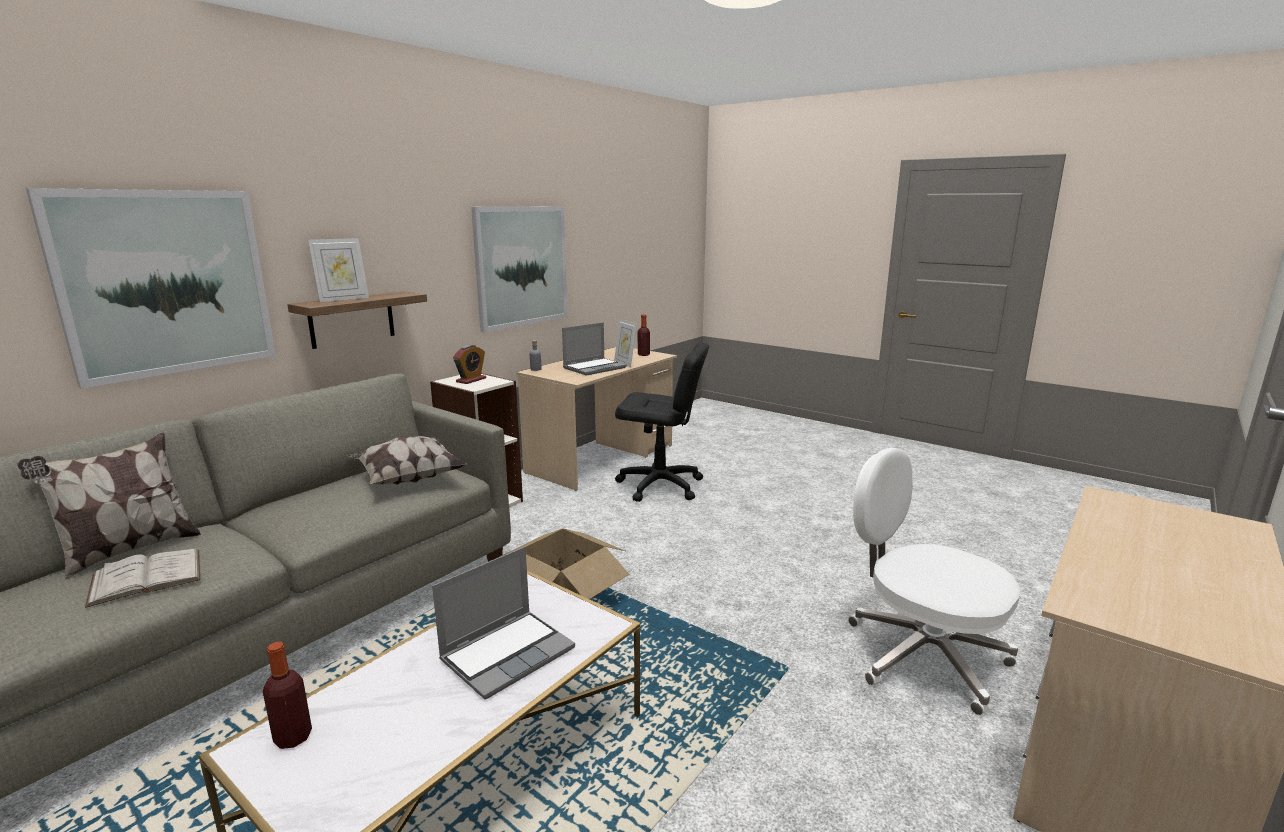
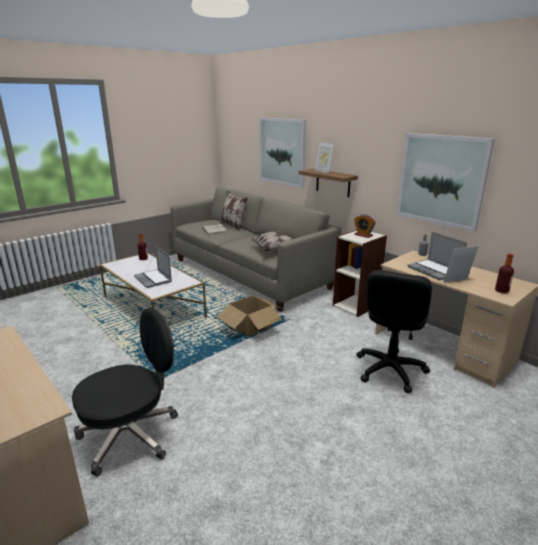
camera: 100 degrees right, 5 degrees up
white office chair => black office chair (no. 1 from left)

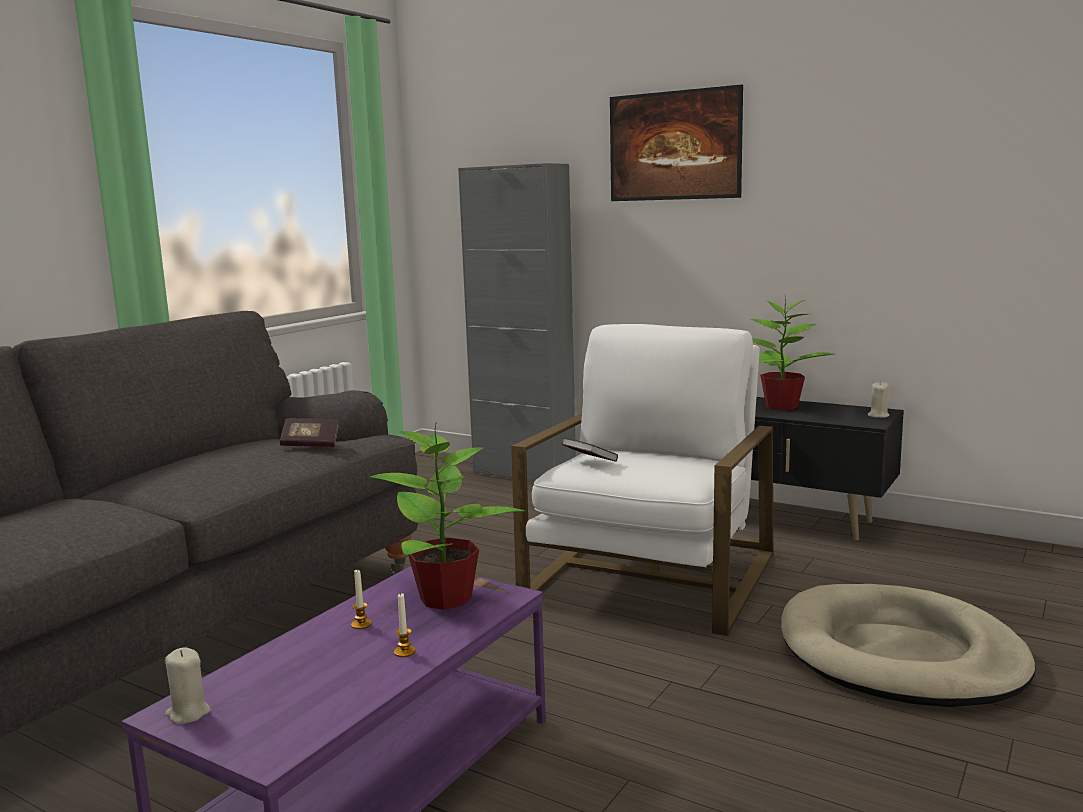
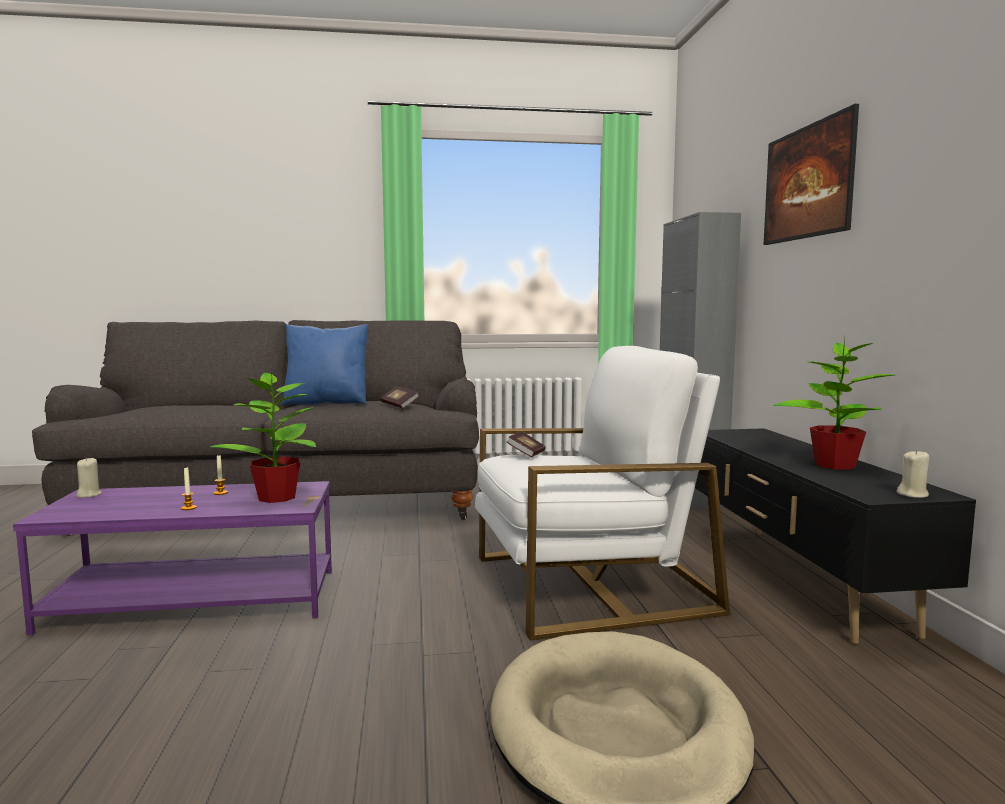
camera: 50 degrees right, 5 degrees down
nothing => blue pillow

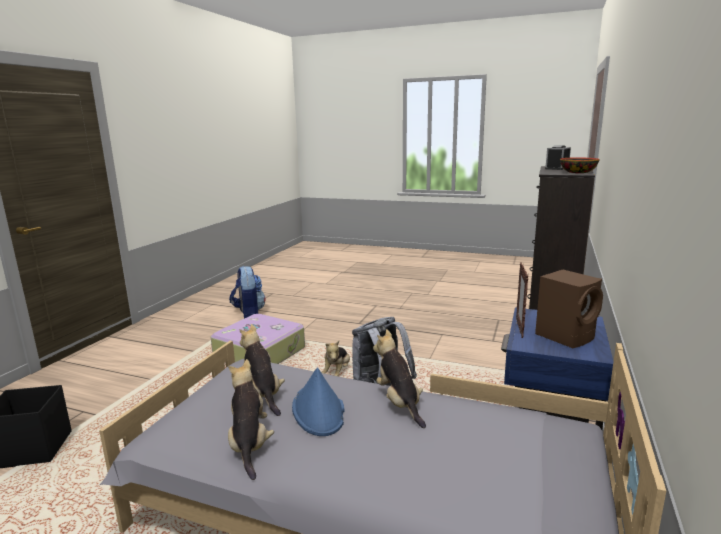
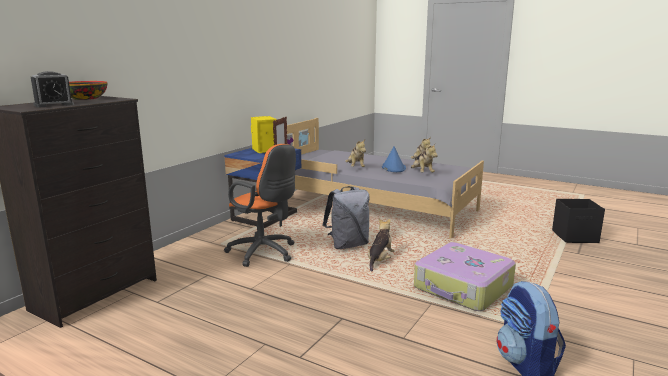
camera: 170 degrees left, 0 degrees up
brown speaker => yellow speaker
nothing => orange office chair

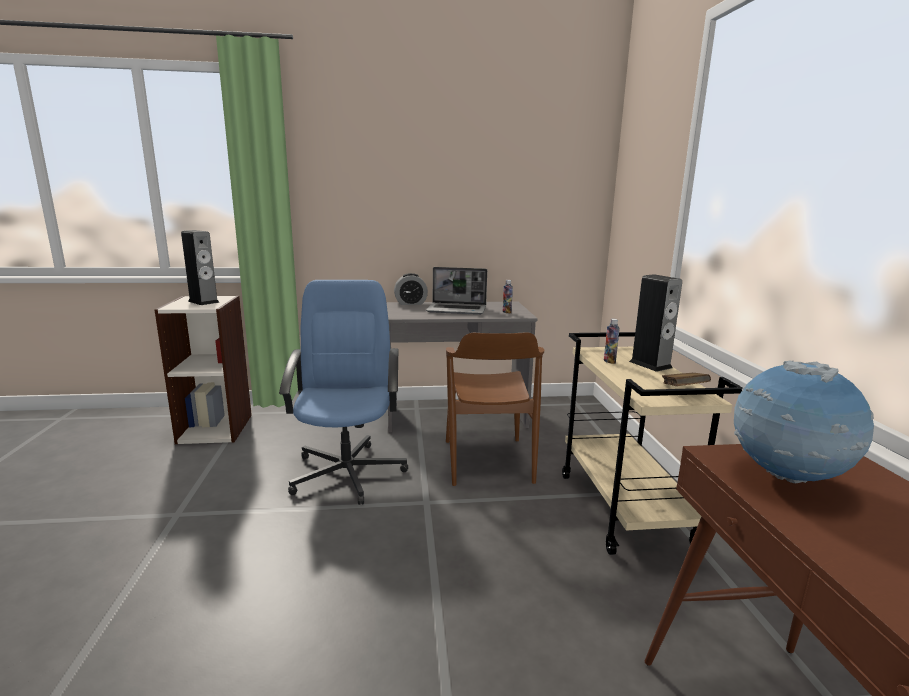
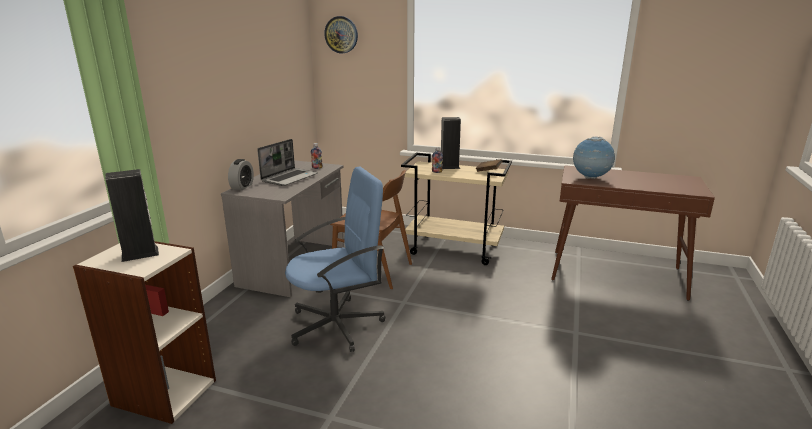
camera: 65 degrees left, 5 degrees up
blue office chair, 135 degrees clockwise
nothing => wall clock

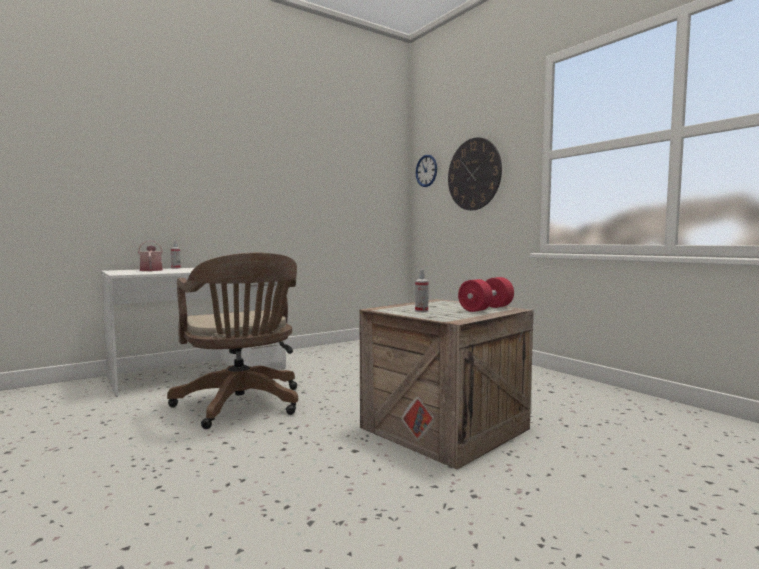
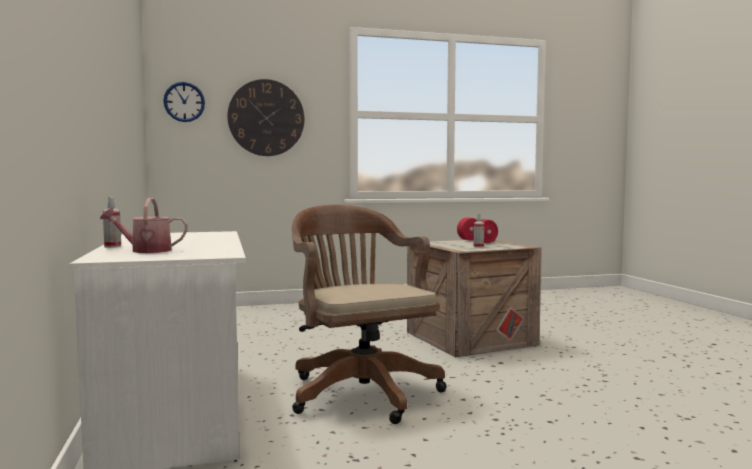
camera: 70 degrees left, 0 degrees up
brown office chair, 105 degrees counterclockwise

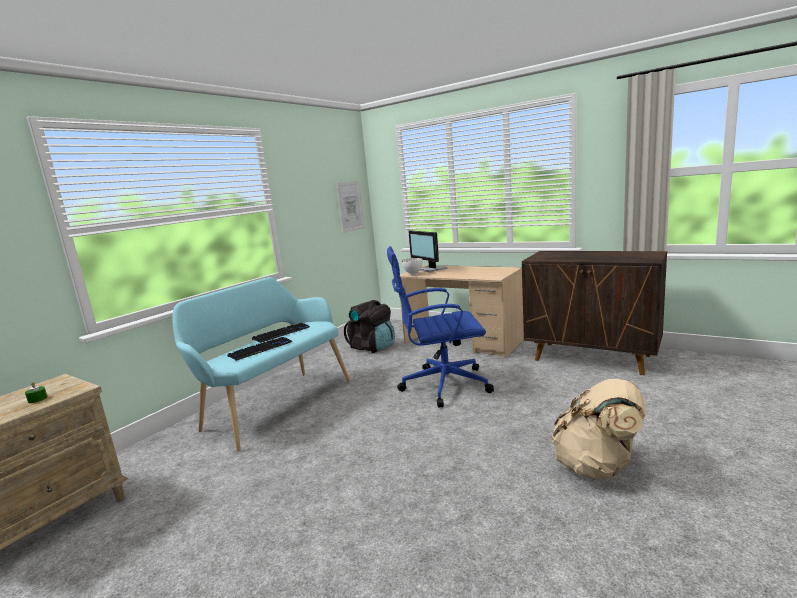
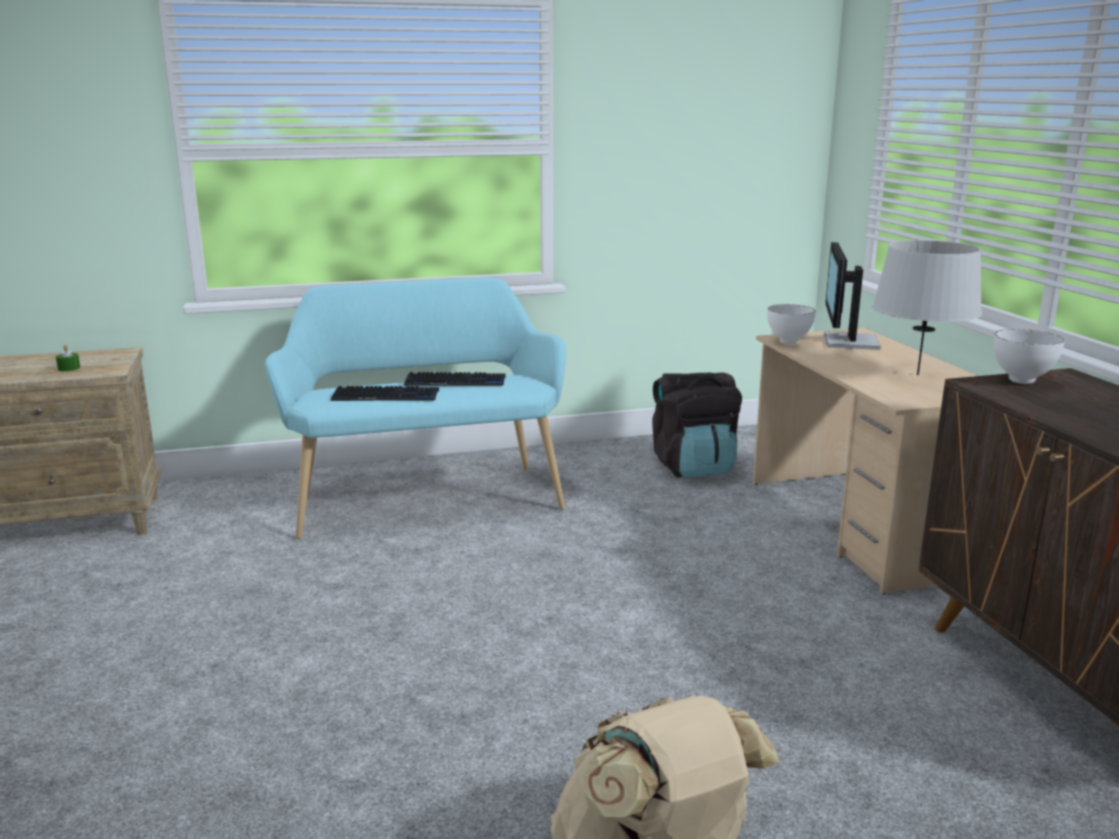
camera: 40 degrees right, 5 degrees up
picture => nothing
blue office chair => nothing
nothing => grey table lamp
nothing => white bowl (no. 2 from left)

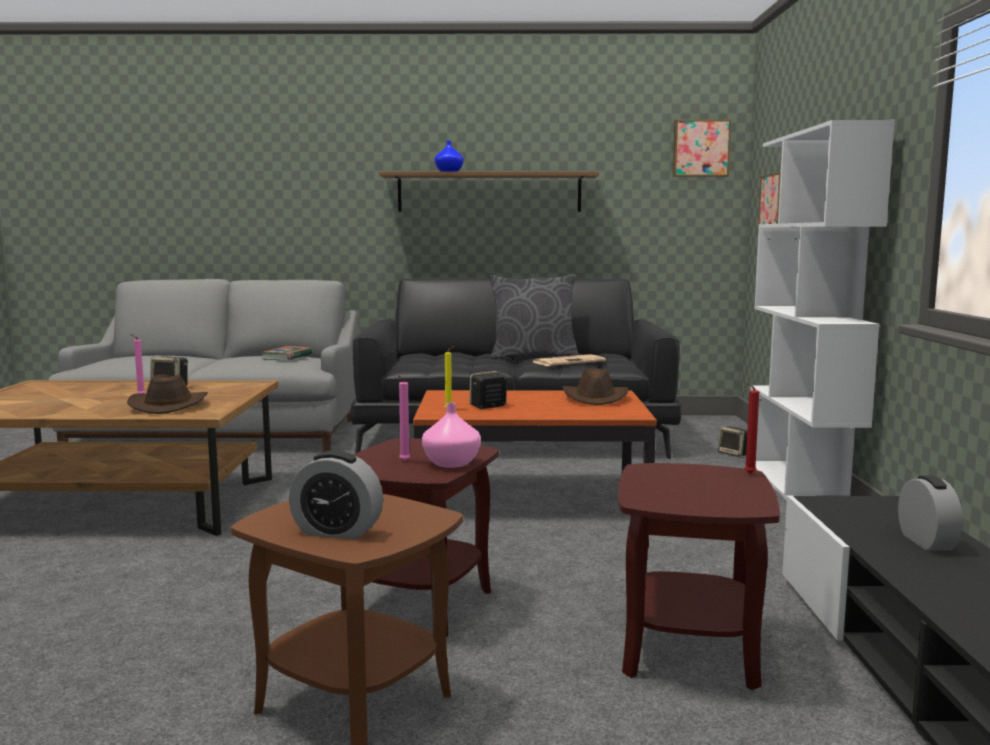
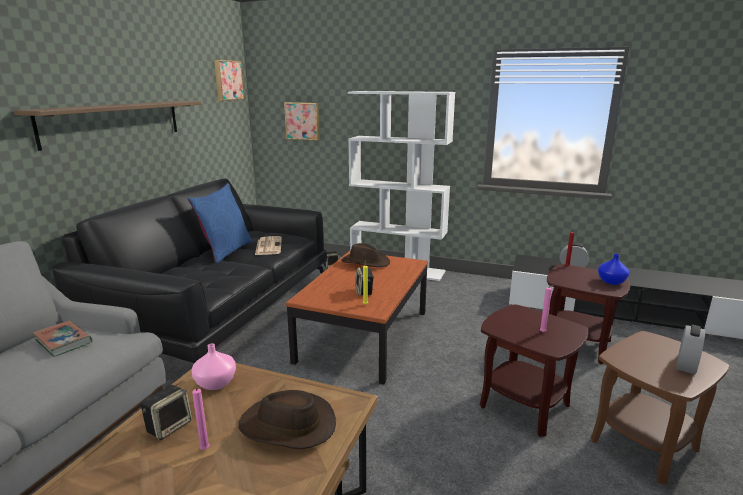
camera: 70 degrees left, 10 degrees up
blue vase, relocated
grey pillow => blue pillow
pink vase, relocated

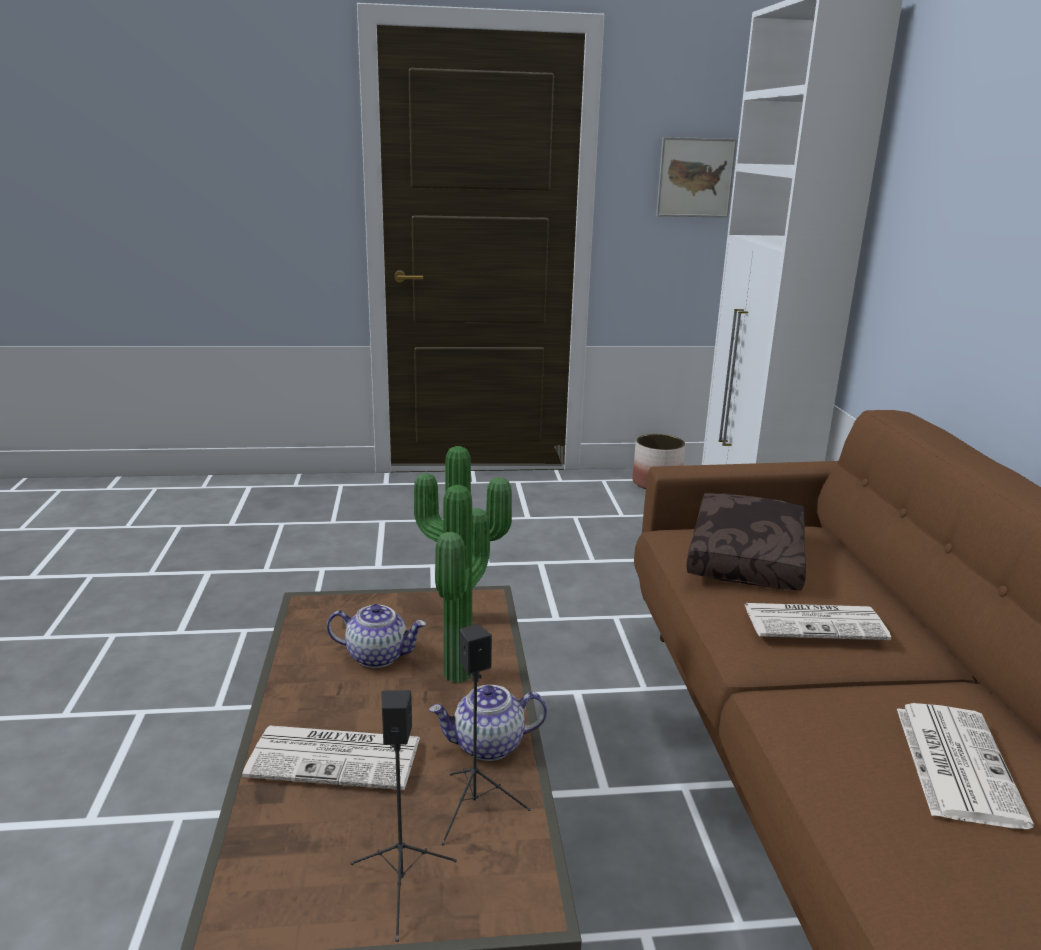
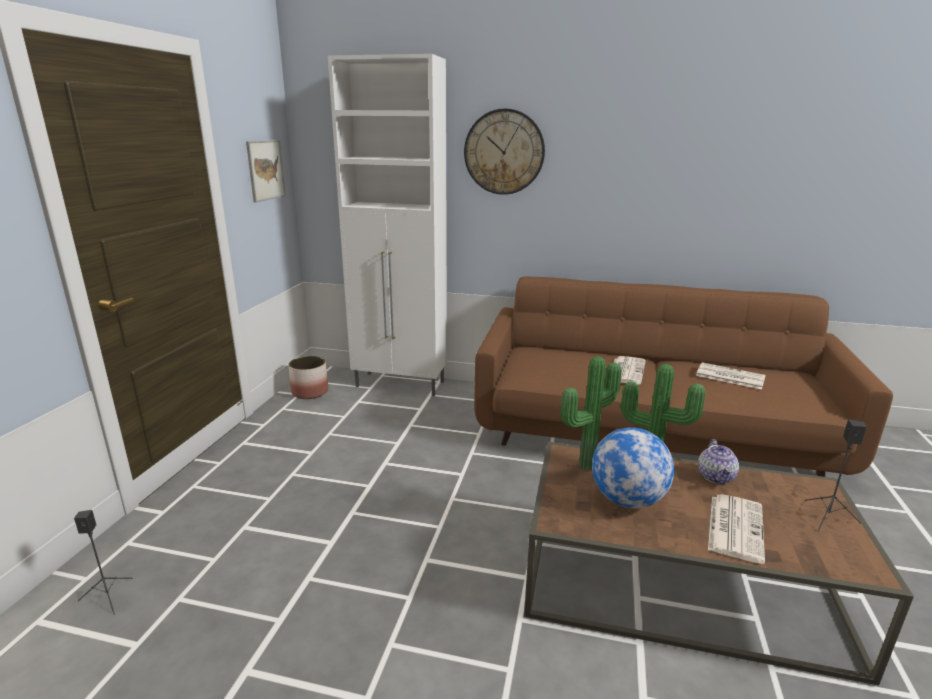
camera: 70 degrees left, 0 degrees up
brown pillow => nothing
teapot (no. 1 from left) => globe
black speaker (no. 2 from left in the first image) => black speaker (no. 1 from left), relocated
nothing => wall clock

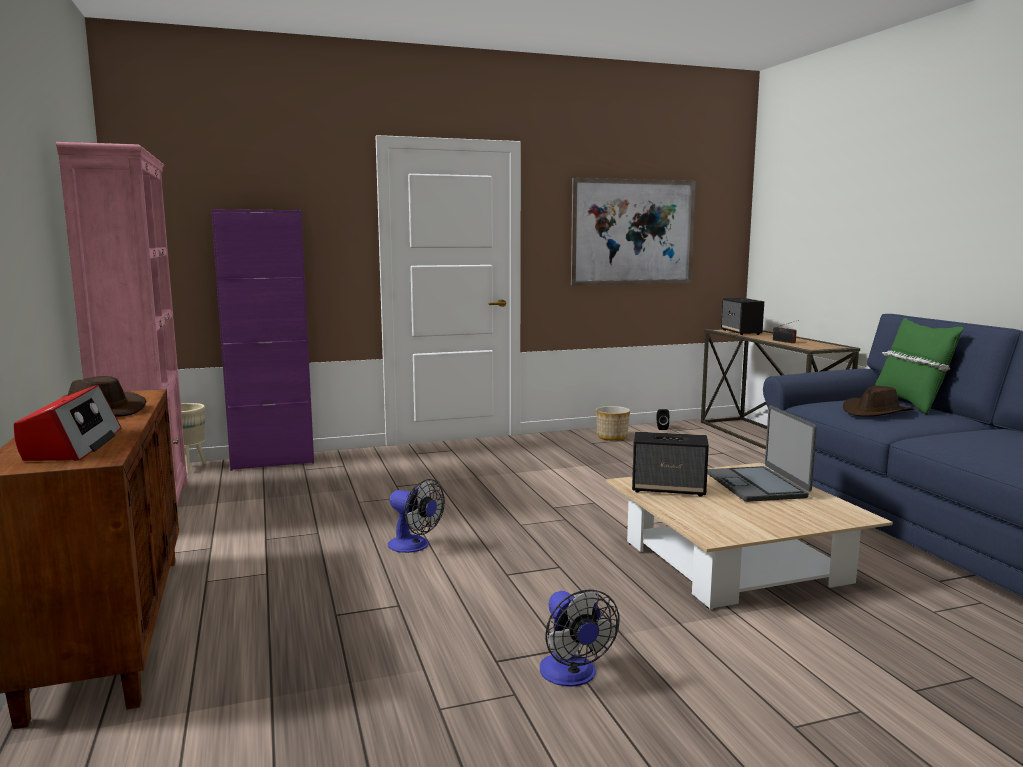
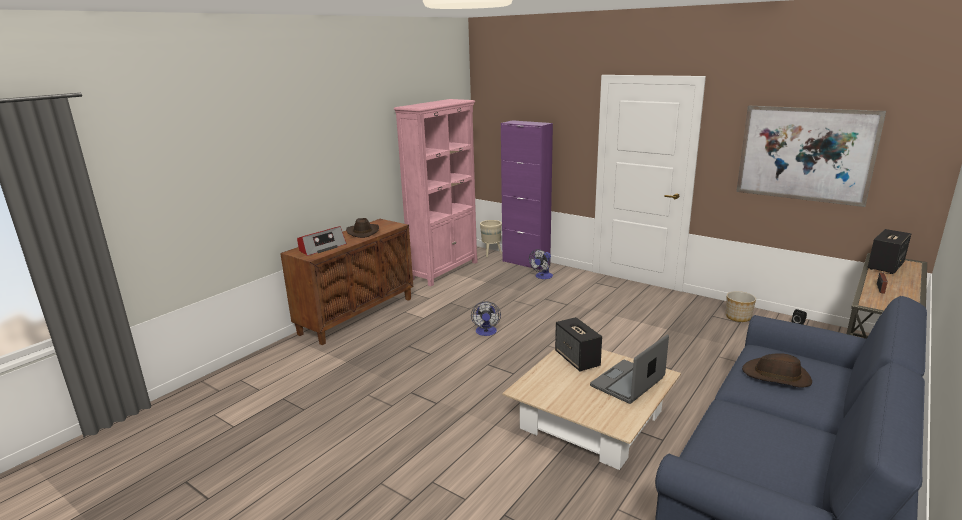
camera: 55 degrees right, 10 degrees up
green pillow => nothing
fan (no. 2 from left), relocated

